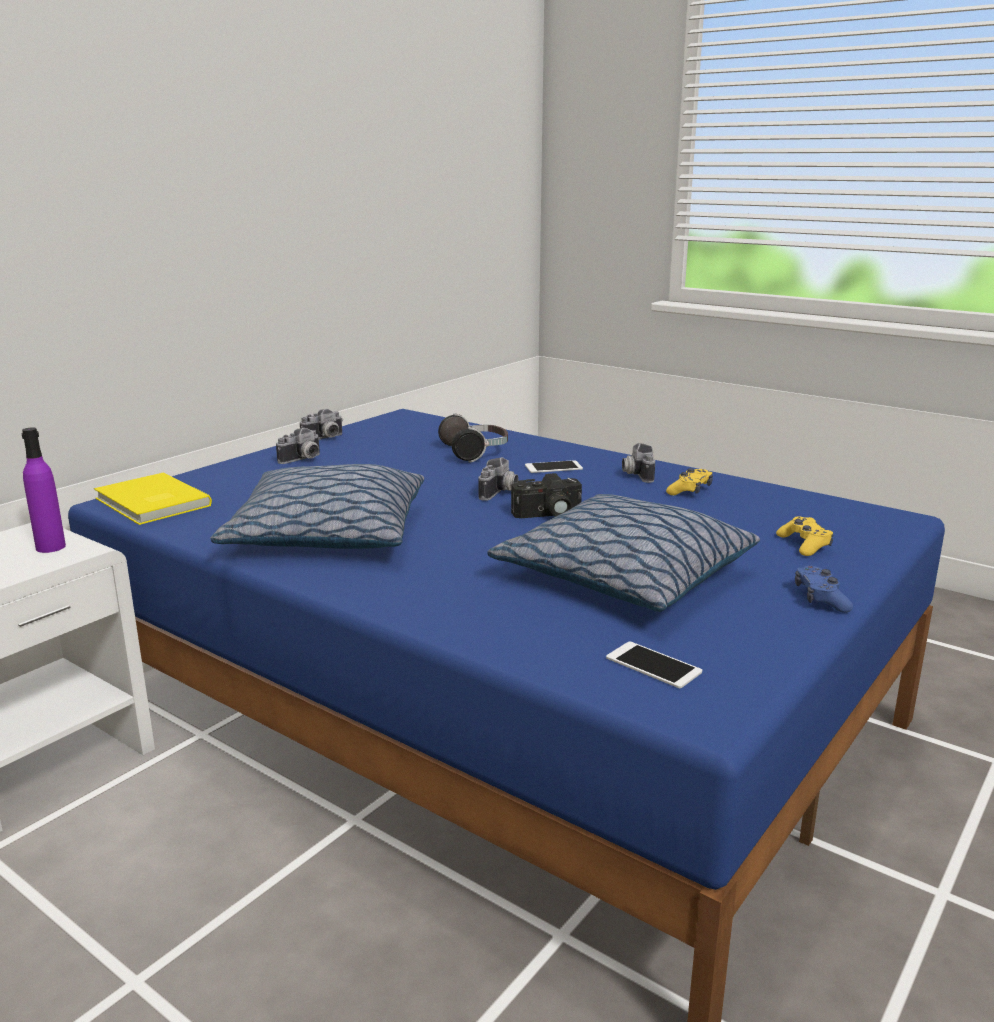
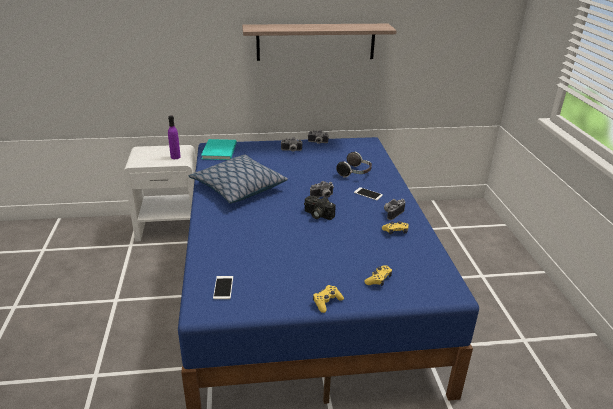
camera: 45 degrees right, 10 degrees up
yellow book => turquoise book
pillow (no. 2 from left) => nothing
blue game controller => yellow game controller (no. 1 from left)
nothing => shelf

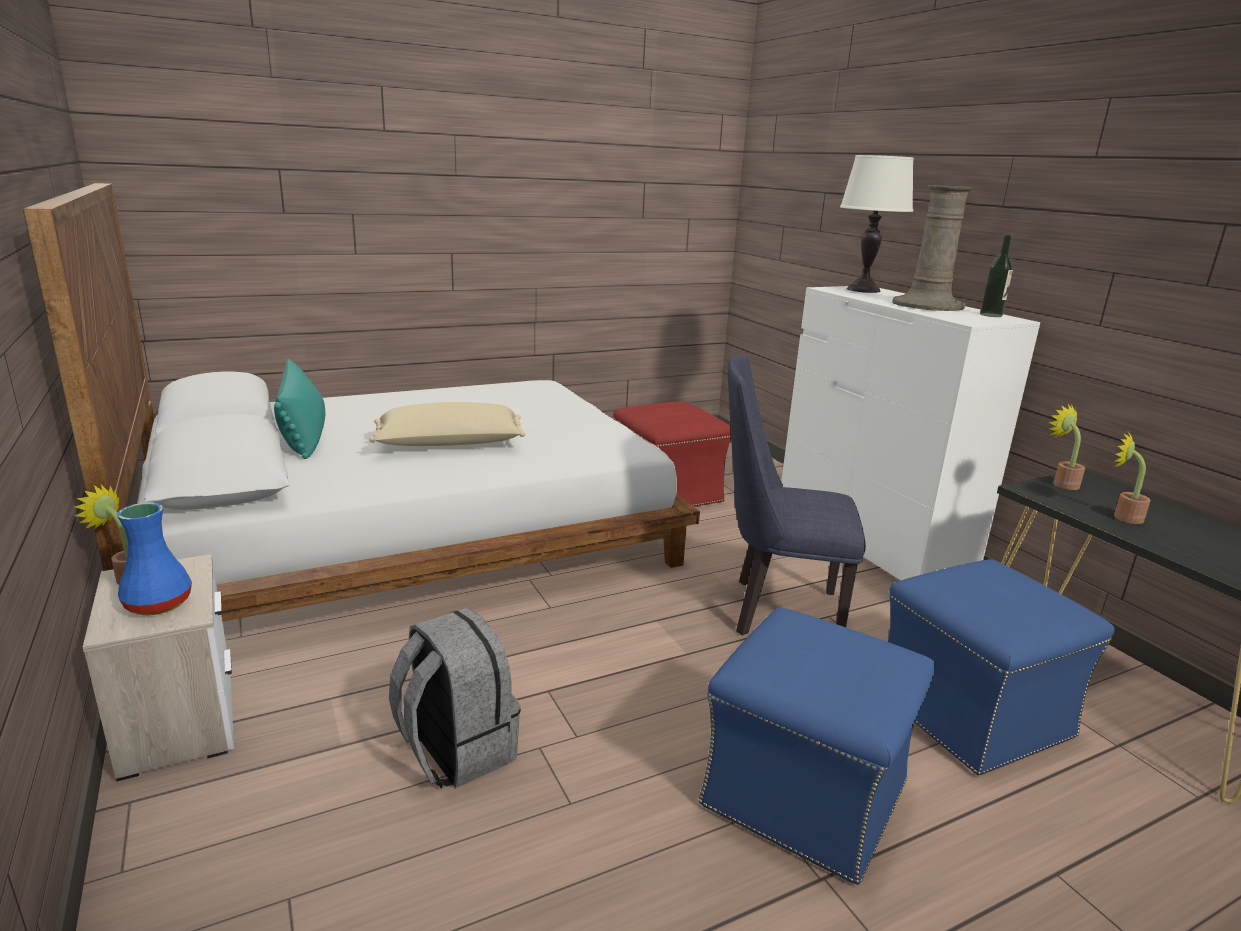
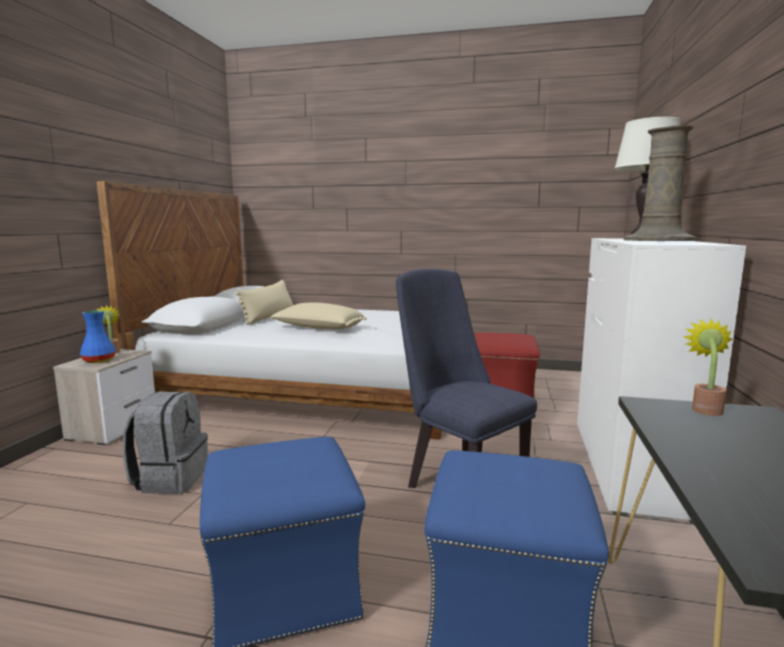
camera: 40 degrees right, 10 degrees down
bottle => nothing
turquoise pillow => beige pillow (no. 1 from left)
potted plant (no. 3 from left) => nothing

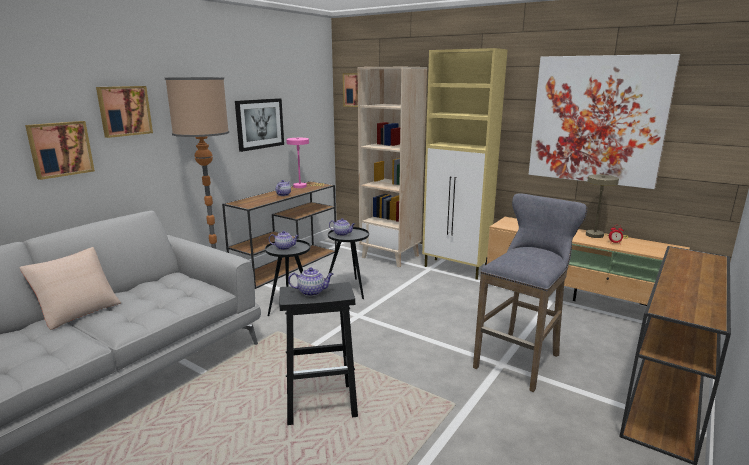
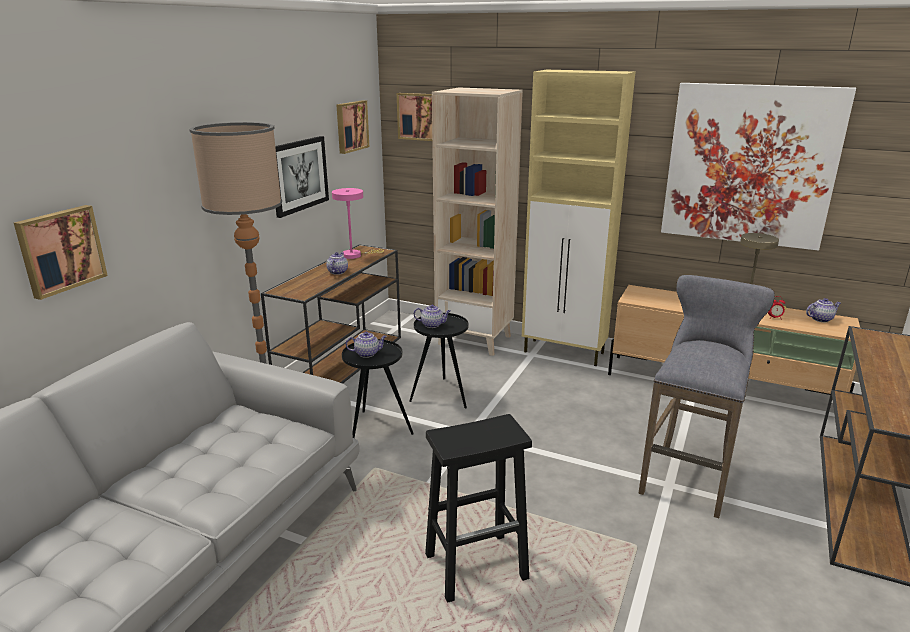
camera: 10 degrees left, 5 degrees up
picture (no. 2 from left in the first image) => picture (no. 3 from left), relocated
beige pillow => nothing
teapot (no. 3 from left in the first image) => teapot (no. 4 from left), relocated

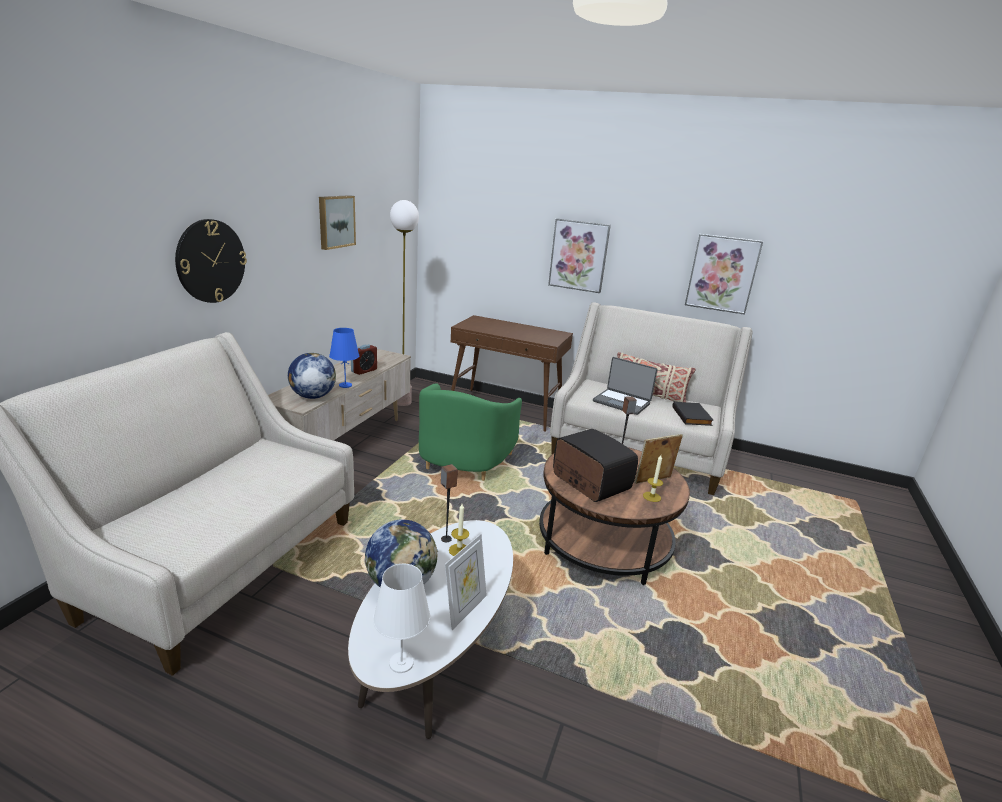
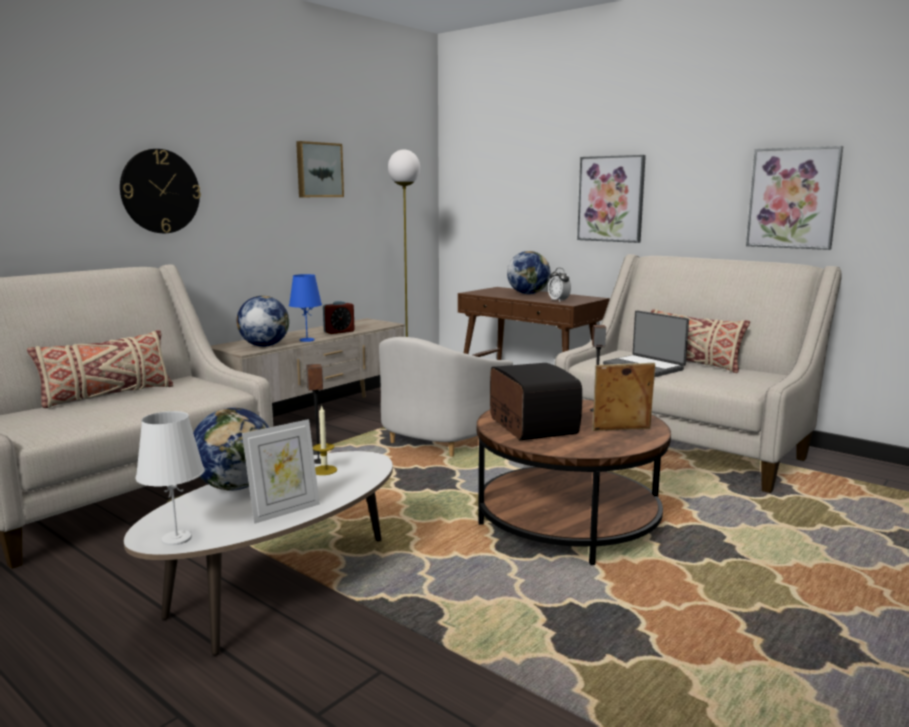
camera: 20 degrees right, 10 degrees down
green armchair => white armchair
black book => nothing
candle (no. 2 from left) => nothing
nothing => globe (no. 3 from left)
nothing => alarm clock (no. 2 from left)
nothing => beige pillow (no. 1 from left)

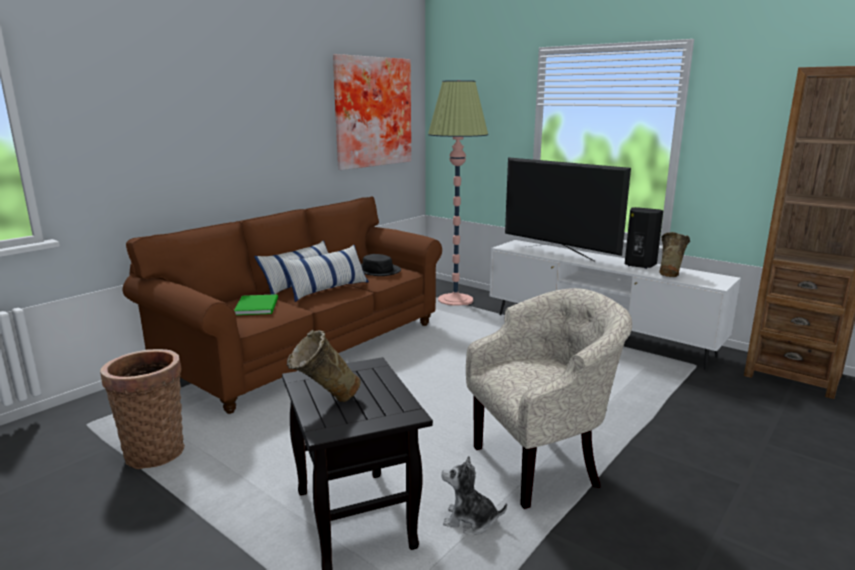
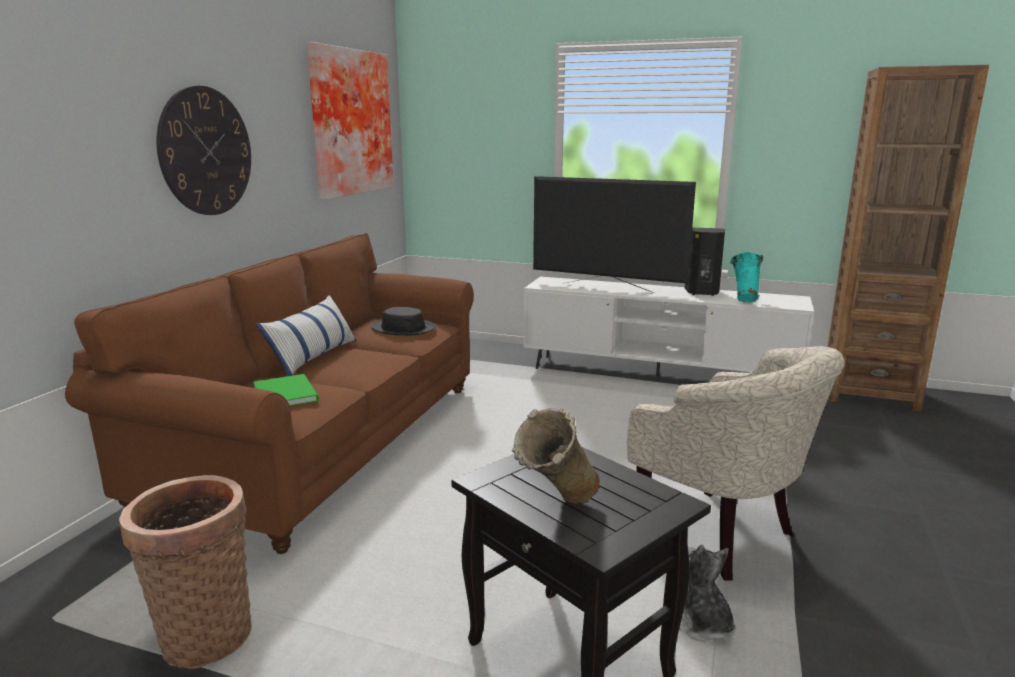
camera: 20 degrees left, 0 degrees up
floor lamp => nothing
beige vase (no. 2 from left) => turquoise vase
pillow (no. 2 from left) => nothing
beige armchair, 90 degrees clockwise
plush toy, 75 degrees clockwise
nothing => wall clock

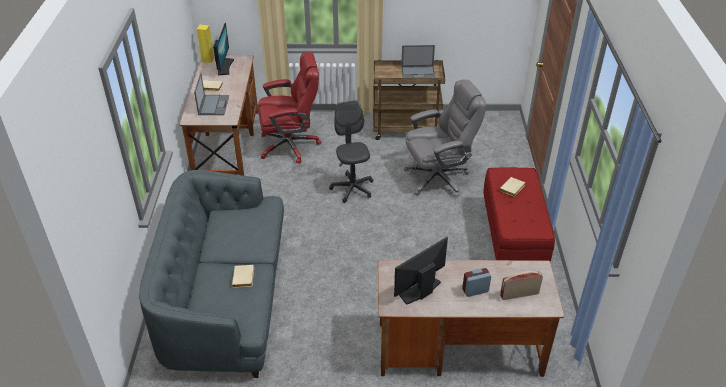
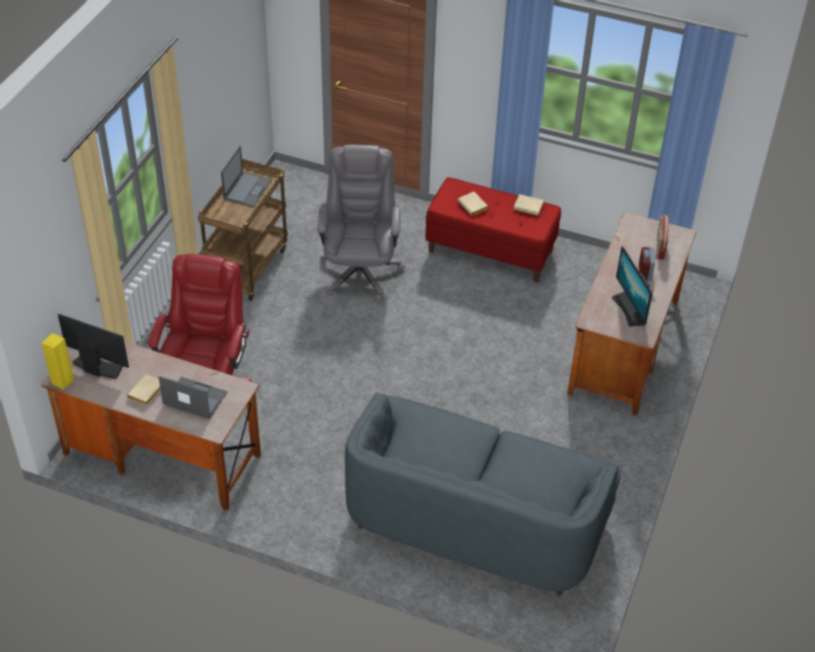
camera: 70 degrees left, 5 degrees up
grey office chair (no. 1 from left) => nothing
beige book (no. 2 from left in the first image) => beige book (no. 3 from left), relocated

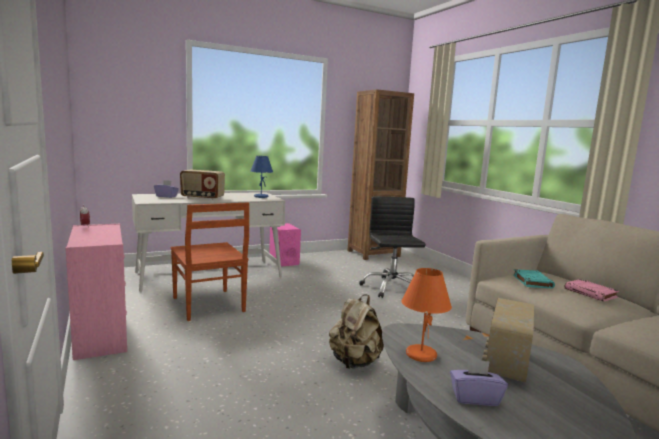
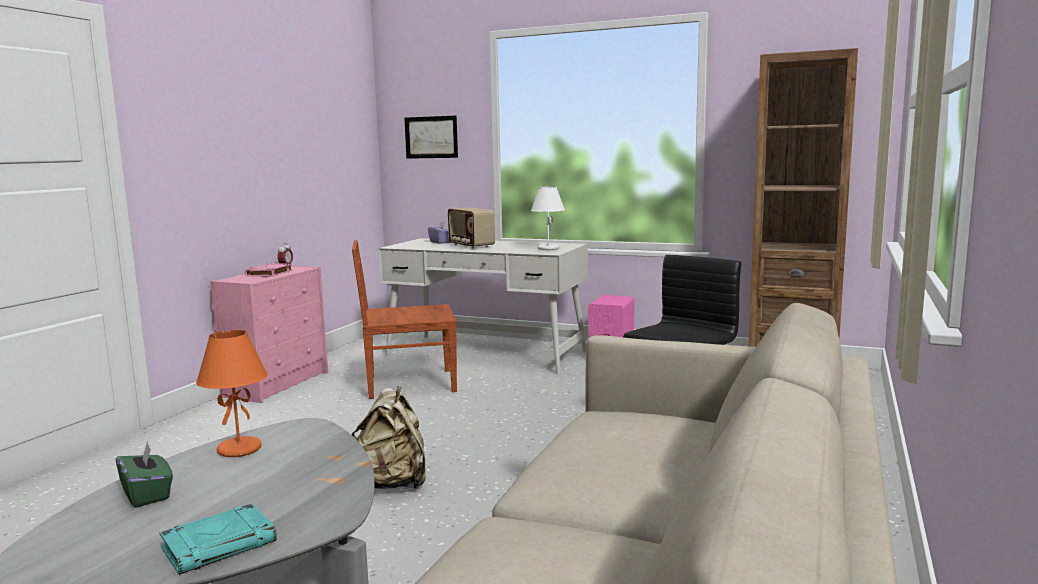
camera: 50 degrees right, 0 degrees up
blue table lamp => white table lamp
brown chair, 60 degrees clockwise
turquoise book, relocated
pink book, relocated
radio (no. 2 from left) => nothing
purple tissue box (no. 2 from left) => green tissue box
nothing => picture

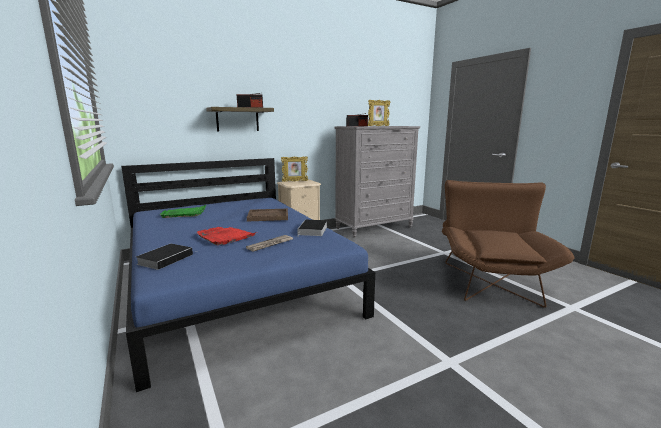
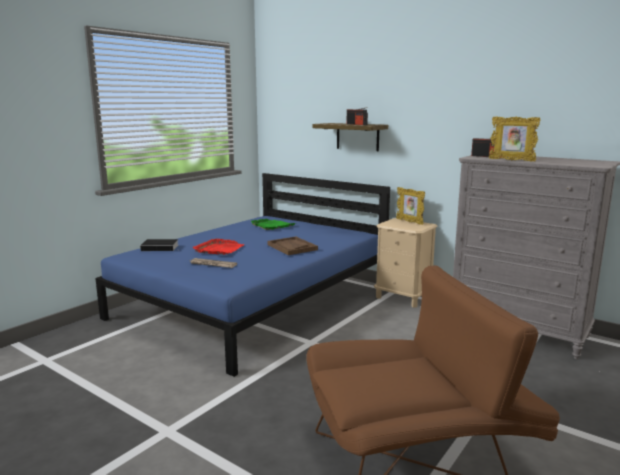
camera: 65 degrees right, 0 degrees up
book (no. 2 from left) => nothing

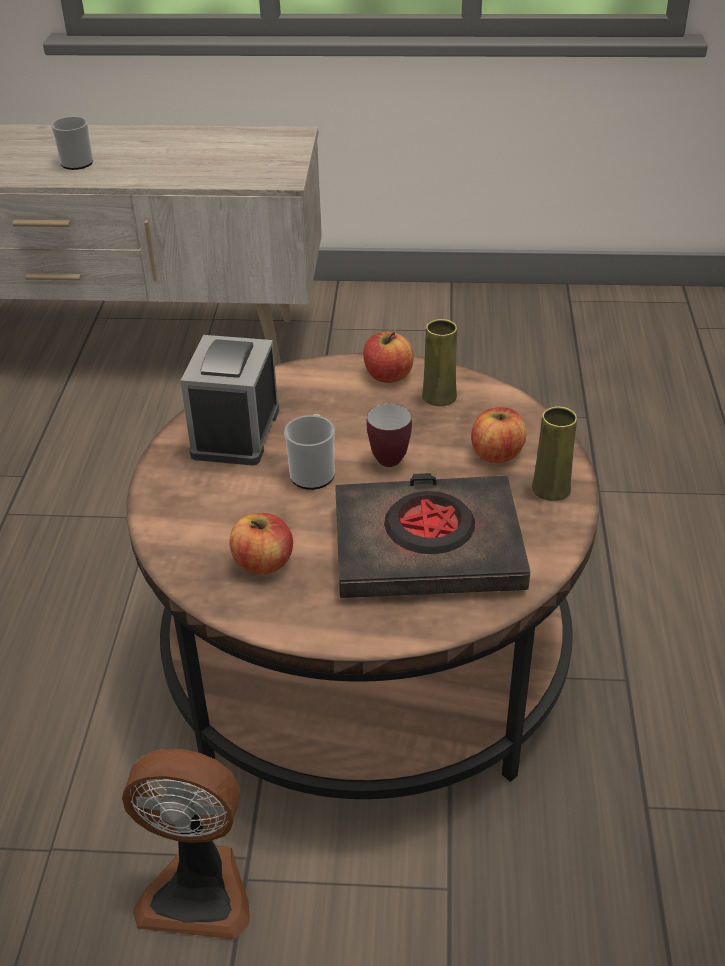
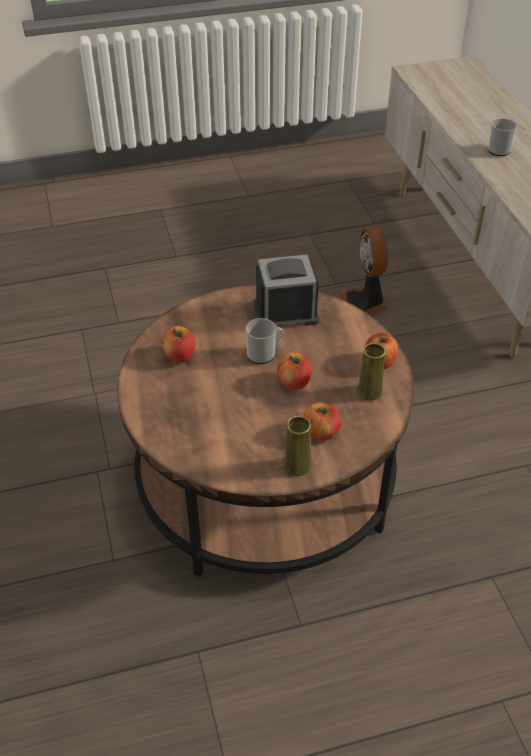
camera: 70 degrees right, 5 degrees up
mug (no. 3 from left) => apple (no. 2 from left)
black book => nothing
fan, relocated

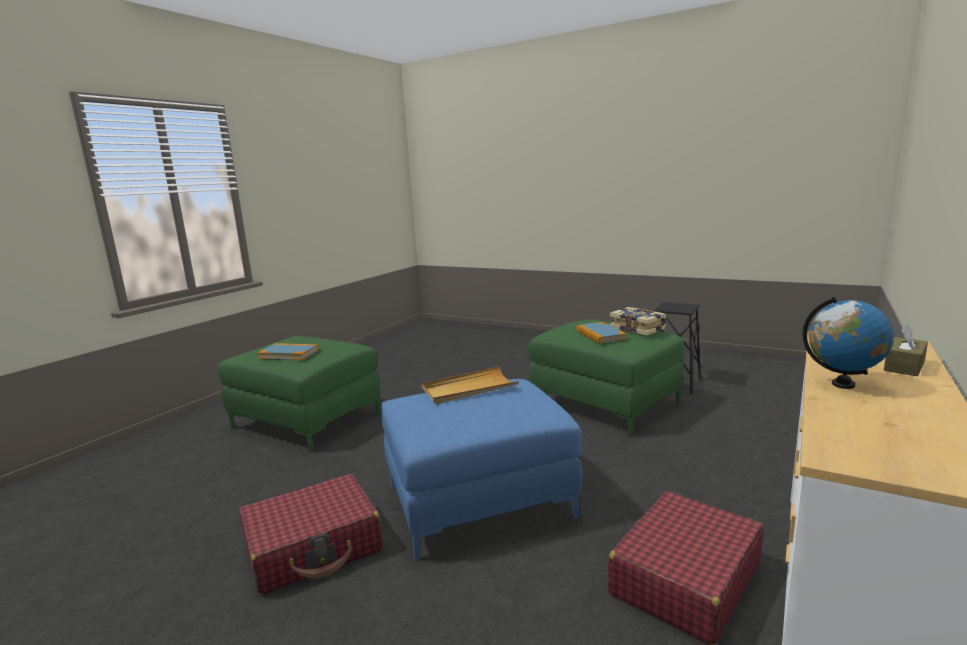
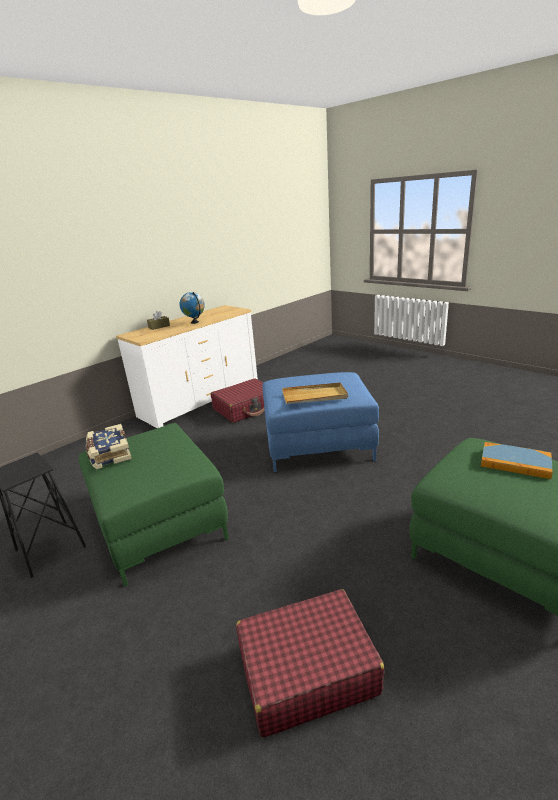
camera: 165 degrees left, 10 degrees up
book (no. 2 from left) => nothing
red suitcase (no. 1 from left in the first image) => red suitcase (no. 2 from left), relocated

